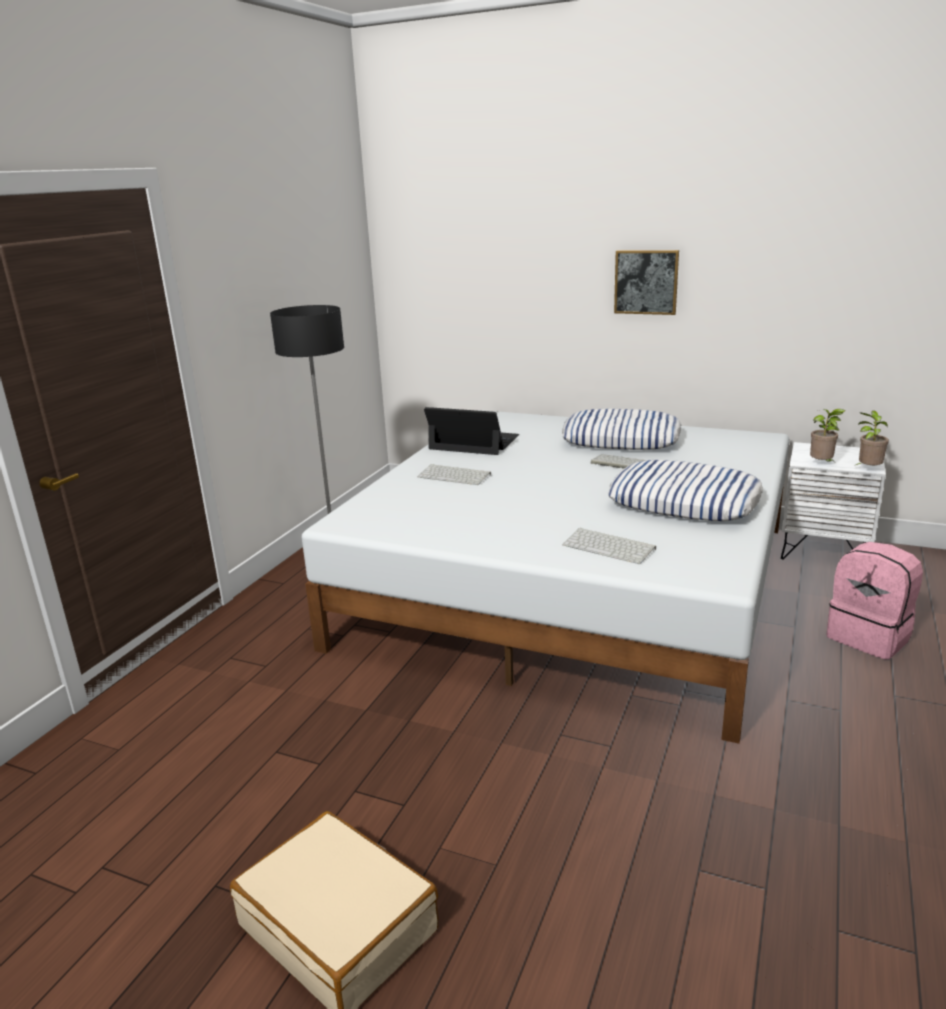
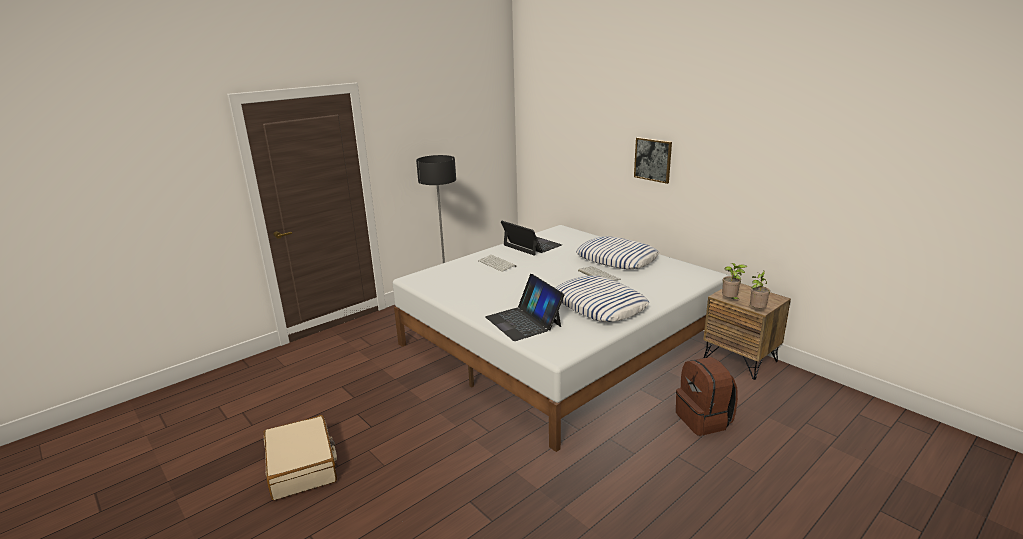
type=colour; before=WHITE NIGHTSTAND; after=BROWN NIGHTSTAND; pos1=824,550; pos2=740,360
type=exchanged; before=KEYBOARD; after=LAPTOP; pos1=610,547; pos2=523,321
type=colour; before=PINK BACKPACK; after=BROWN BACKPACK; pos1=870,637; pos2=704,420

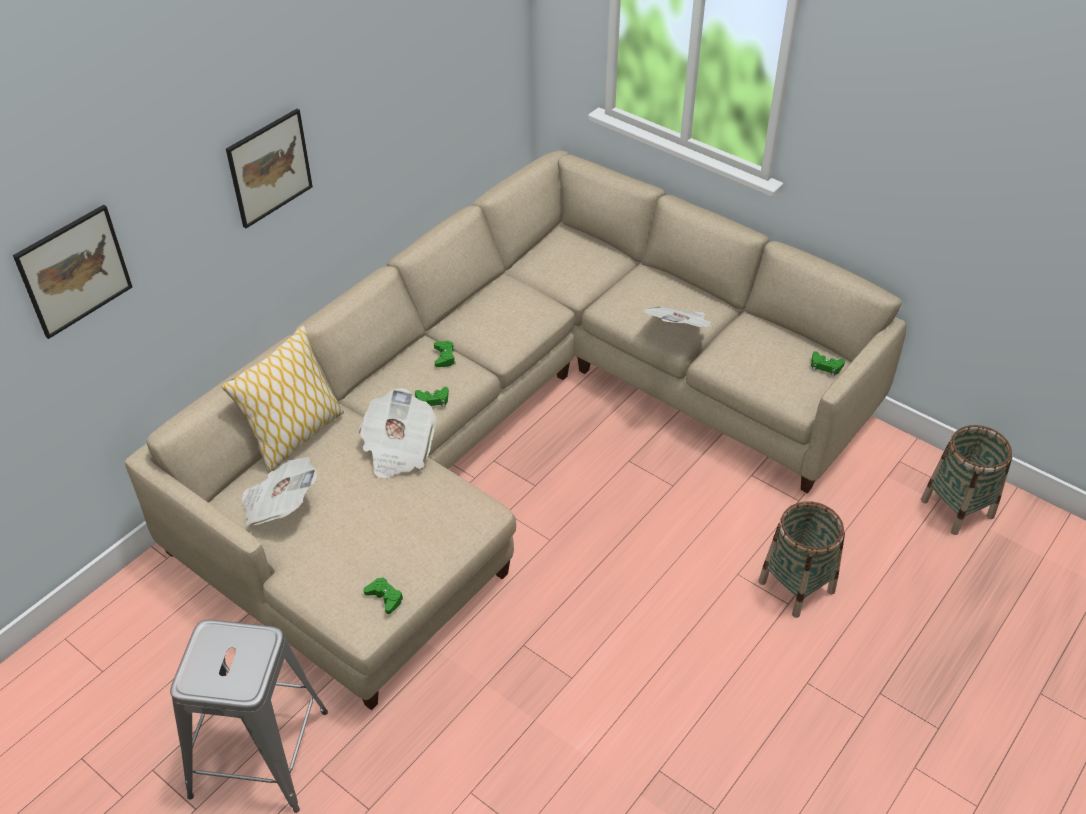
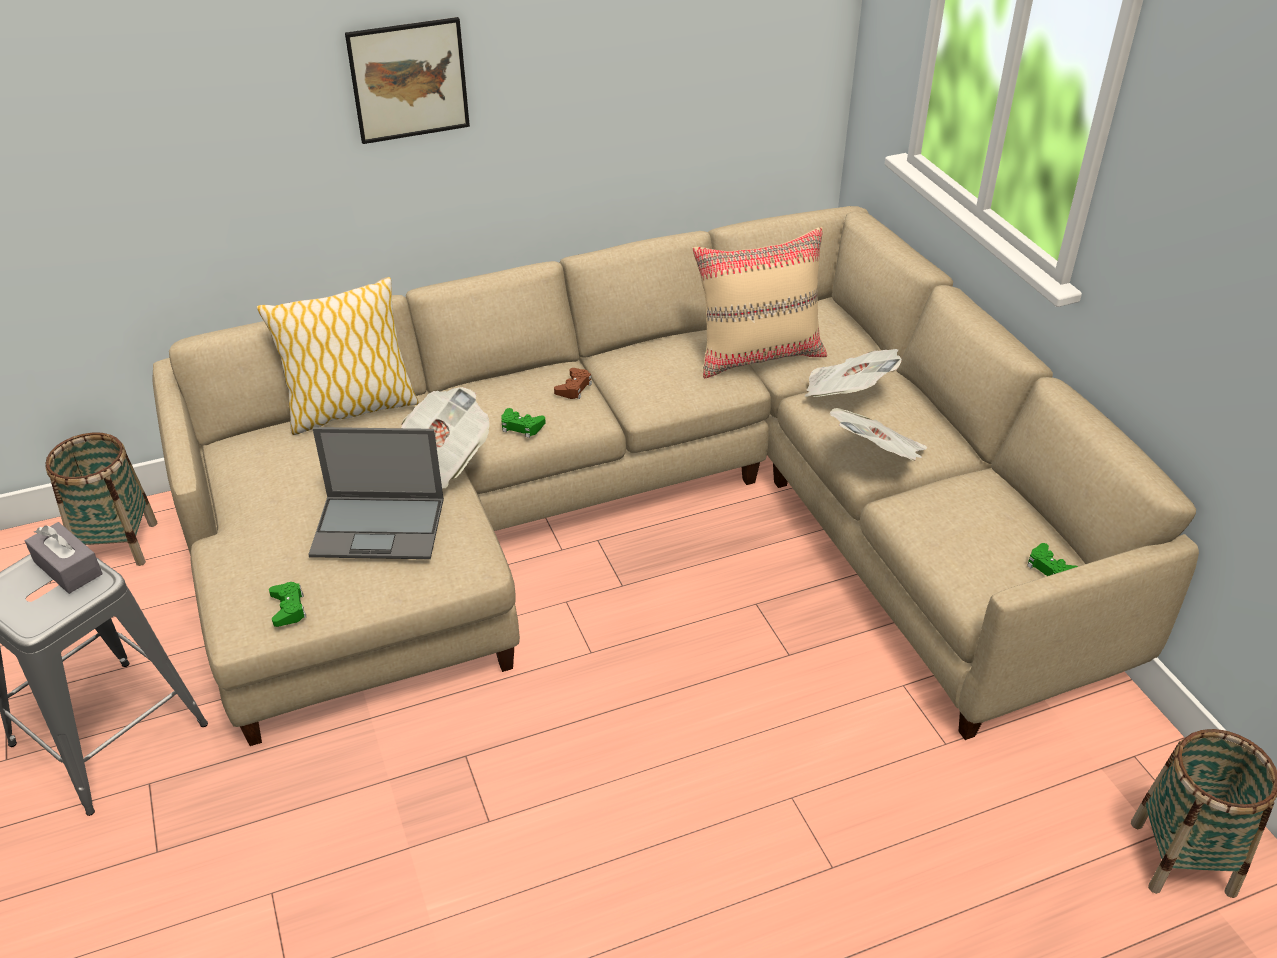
type=missing; before=PICTURE; pos1=74,271
type=colour; before=GREEN GAME CONTROLLER; after=BROWN GAME CONTROLLER; pos1=444,357; pos2=574,388
type=relocated; before=NEWSPAPER; pos1=280,505; pos2=847,393
type=relocated; before=BASKET; pos1=796,586; pos2=118,544
type=appeared; after=BEIGE PILLOW; pos2=758,355
type=appeared; after=LAPTOP; pos2=380,527
type=appeared; after=GREY TISSUE BOX; pos2=68,568

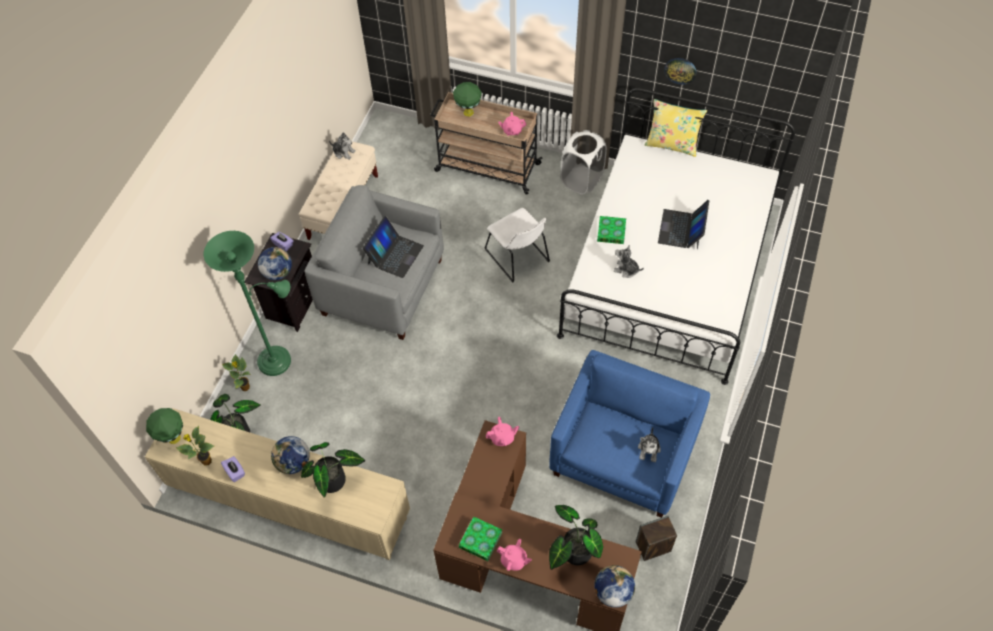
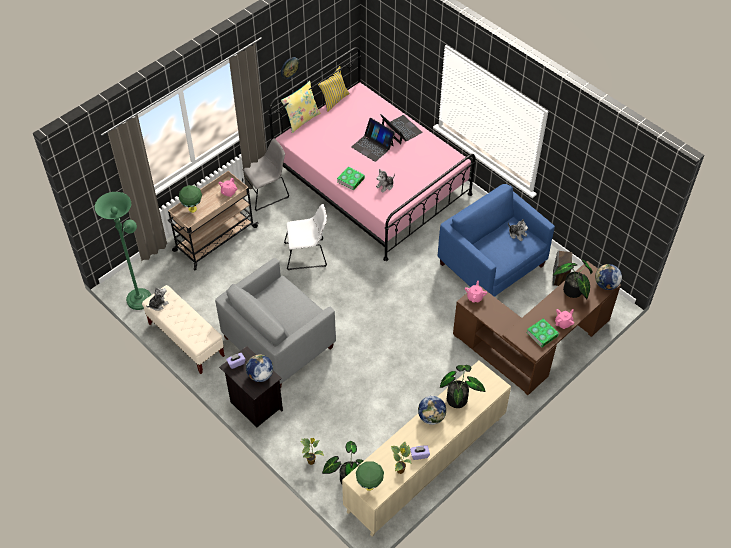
type=colour; before=WHITE BED; after=PINK BED; pos1=668,270; pos2=371,182
type=exchanged; before=WHITE LAUNDRY BASKET; after=GREY CHAIR; pos1=582,180; pos2=267,192
type=relocated; before=LAPTOP; pos1=395,254; pos2=401,130
type=relocated; before=GREEN FLOOR LAMP; pos1=279,359; pos2=140,296
type=appeared; after=YELLOW PILLOW; pos2=334,100

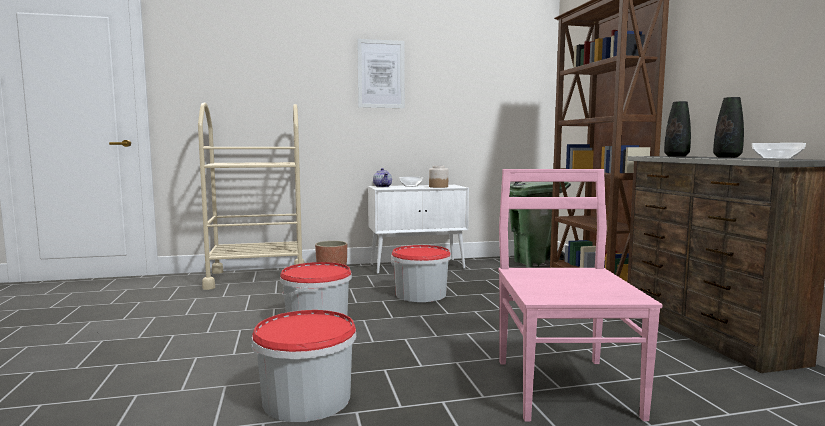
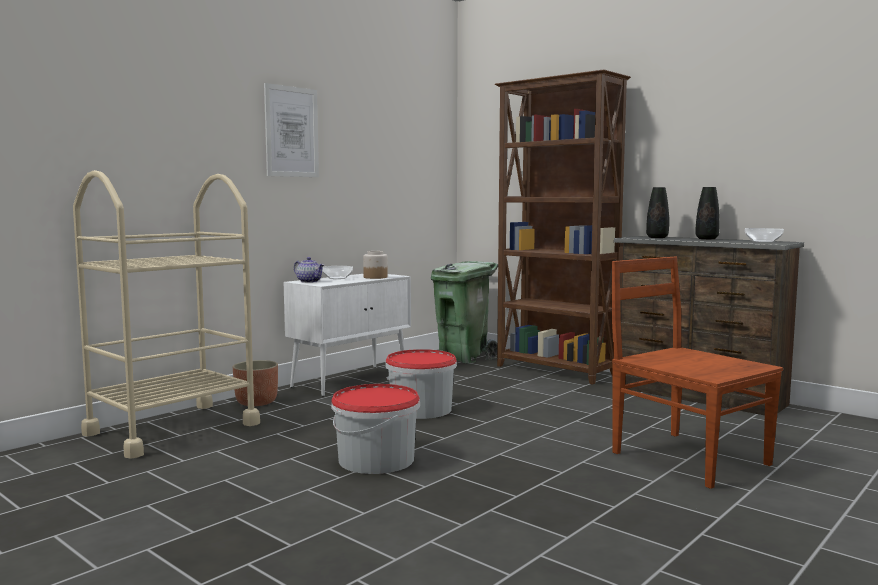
type=colour; before=PINK CHAIR; after=BROWN CHAIR; pos1=564,385; pos2=687,457
type=missing; before=BUCKET; pos1=307,399

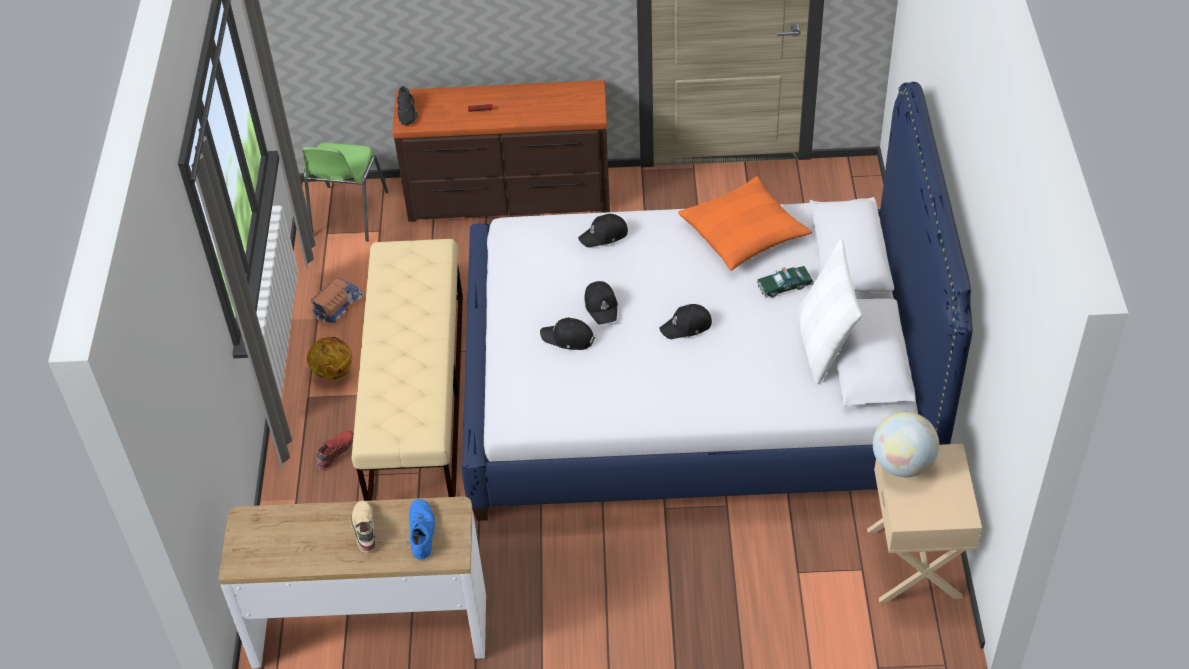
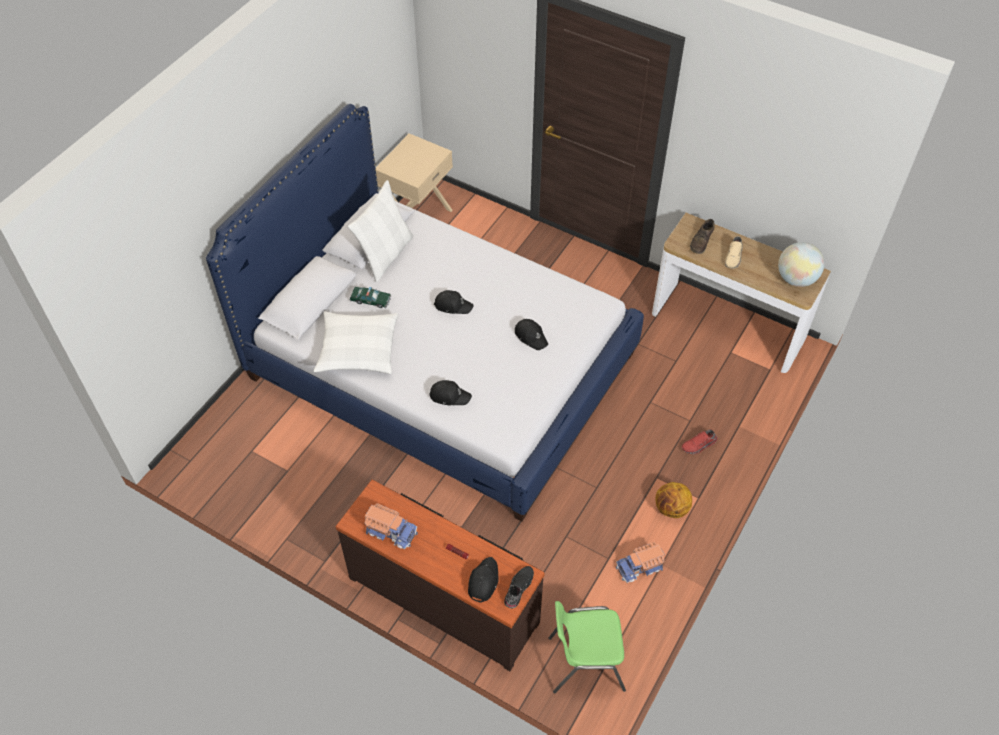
type=spun; before=GREEN CHAIR; pos1=348,214; pos2=585,662; turn=-135
type=colour; before=ORANGE PILLOW; after=WHITE PILLOW; pos1=743,233; pos2=358,349
type=missing; before=BEIGE BENCH; pos1=417,400
type=relocated; before=BLACK CAP; pos1=601,306; pos2=483,581
type=relocated; before=GLOBE; pos1=902,464; pos2=796,279
type=colour; before=BLUE SHOE; after=BROWN SHOE; pos1=421,532; pos2=701,241
type=appeared; after=TOY TRUCK; pos2=391,531

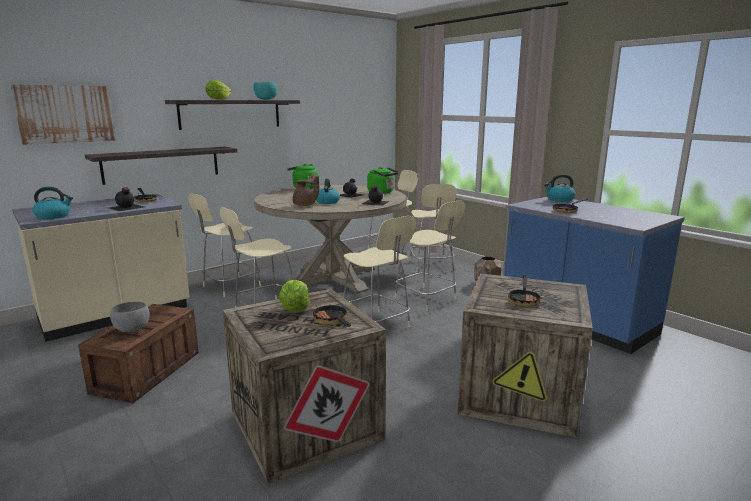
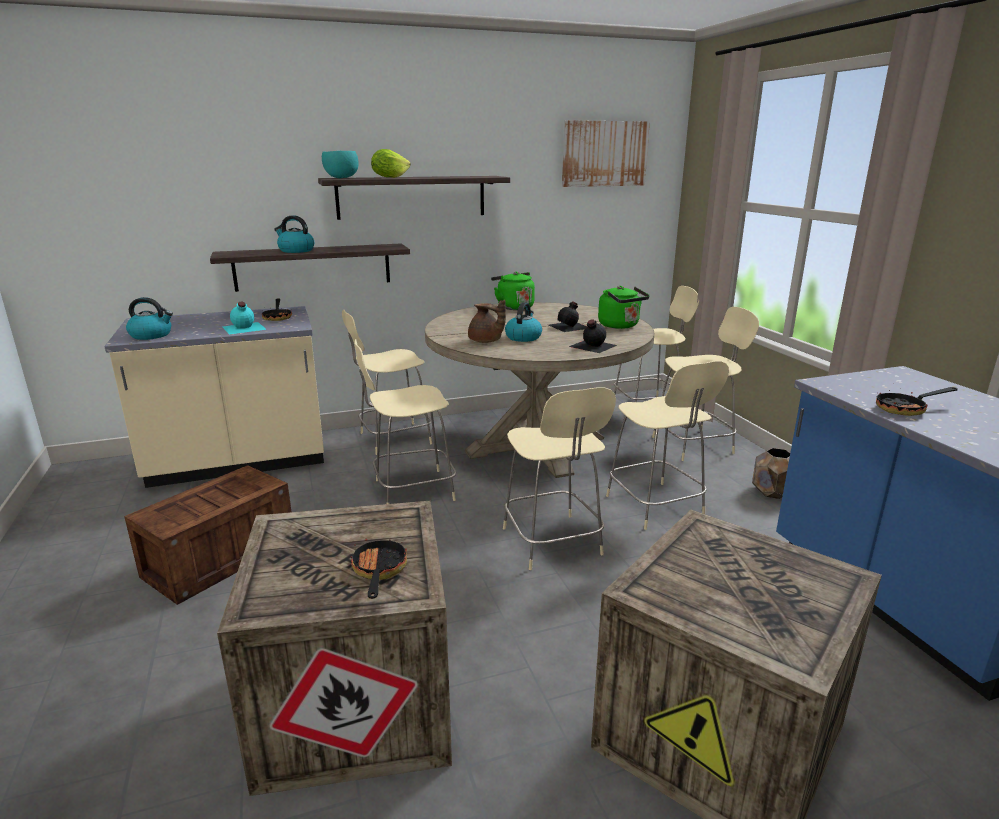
type=relocated; before=TURQUOISE BOWL; pos1=265,99; pos2=340,178
type=relocated; before=PICTURE; pos1=66,114; pos2=604,154
type=relocated; before=KETTLE; pos1=559,200; pos2=296,250
type=spun; before=BEIGE CHAIR; pos1=431,266; pos2=695,444; turn=-120
type=colour; before=BLACK BOTTLE; after=TURQUOISE BOTTLE; pos1=126,207; pos2=243,328
type=missing; before=FRYING PAN; pos1=524,300
type=missing; before=LETTUCE; pos1=294,309
type=missing; before=GREY BOWL; pos1=131,329

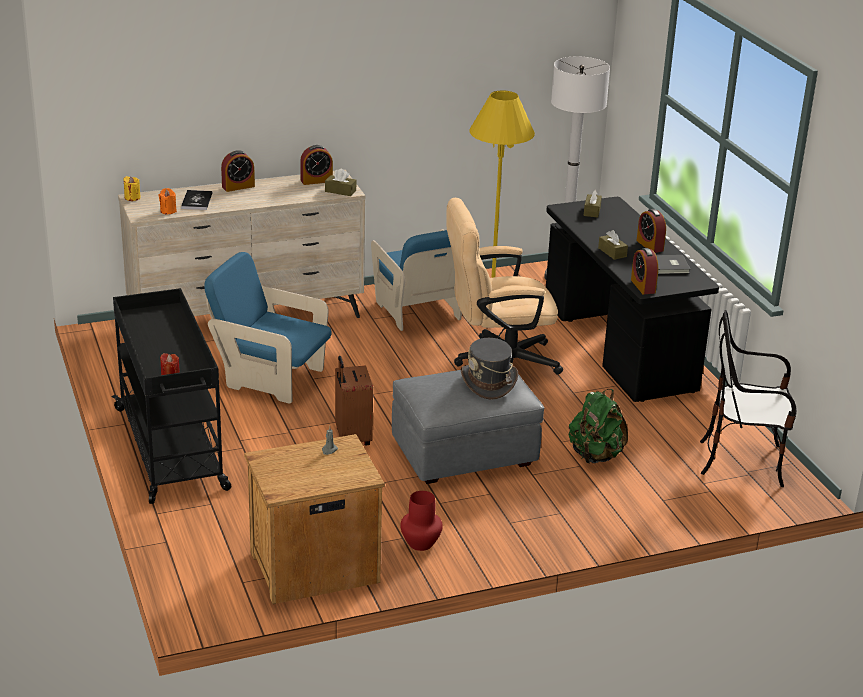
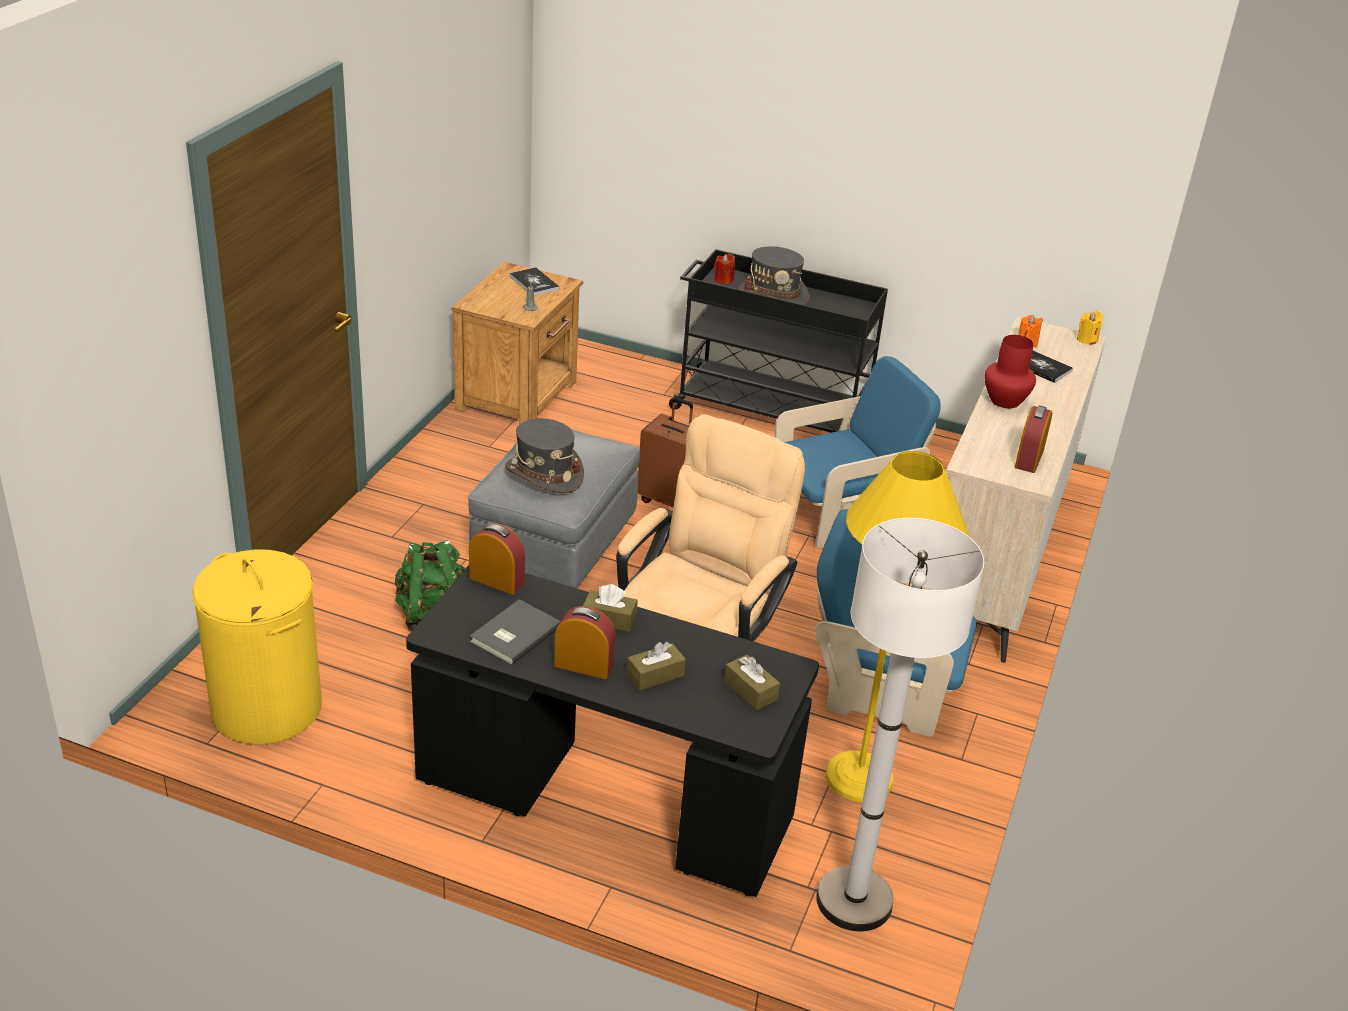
type=missing; before=ALARM CLOCK; pos1=238,186
type=relocated; before=BROWN TISSUE BOX; pos1=340,191; pos2=655,675
type=exchanged; before=CHAIR; after=YELLOW LAUNDRY BASKET; pos1=743,461; pos2=267,708
type=relocated; before=RED VASE; pos1=420,543; pos2=1005,400
type=appeared; after=GREY HAT; pos2=773,295
type=appeared; after=BOOK; pos2=534,283

